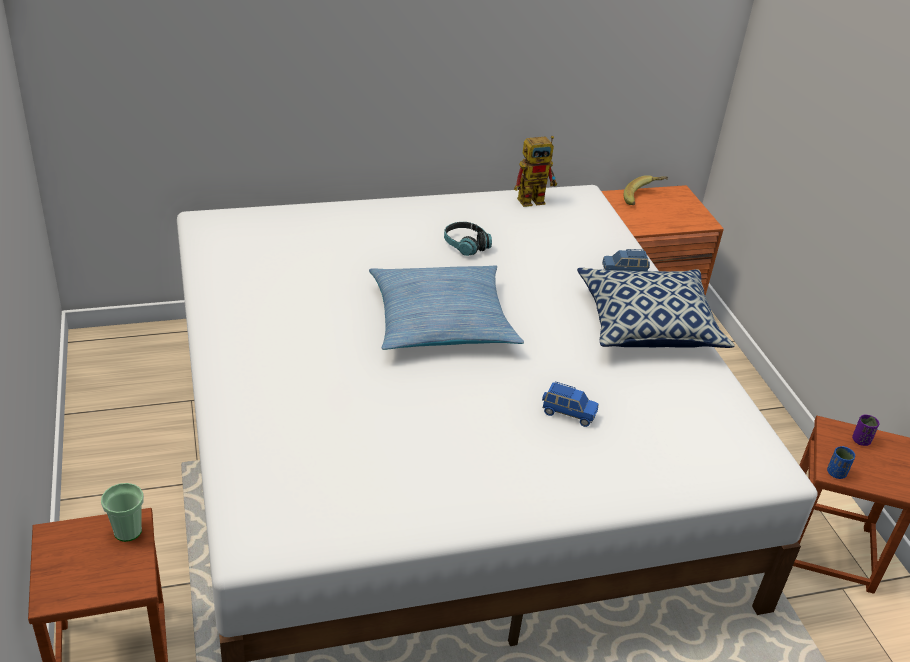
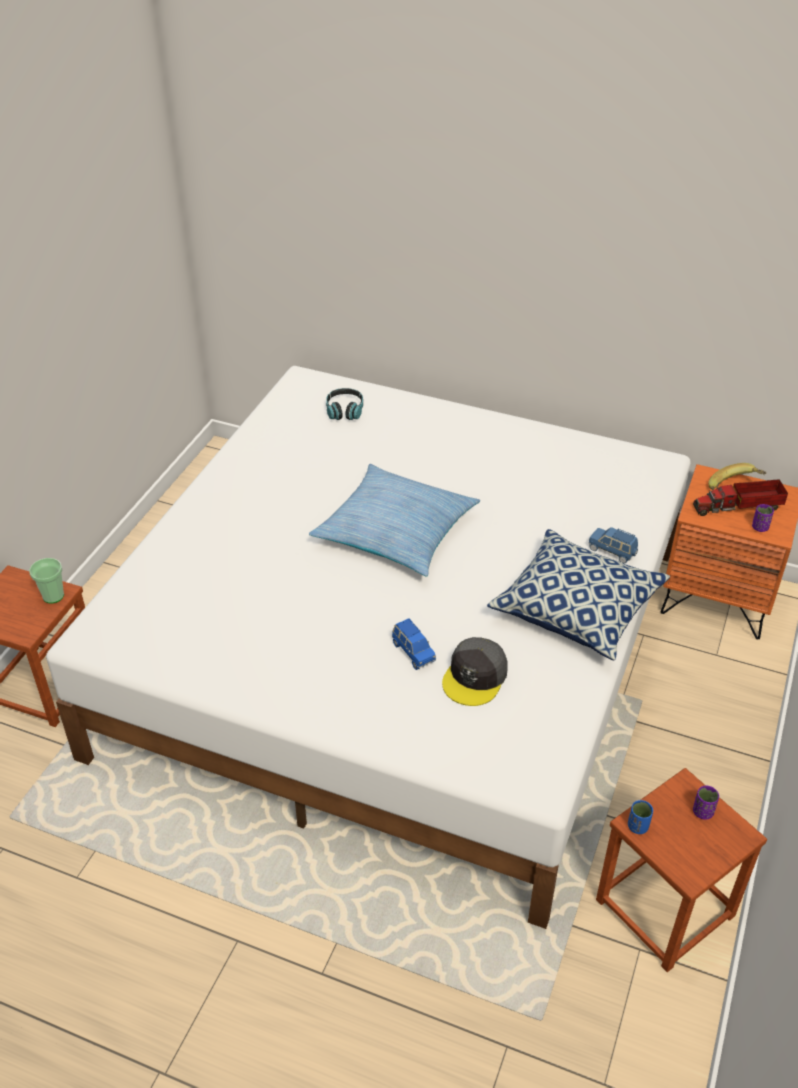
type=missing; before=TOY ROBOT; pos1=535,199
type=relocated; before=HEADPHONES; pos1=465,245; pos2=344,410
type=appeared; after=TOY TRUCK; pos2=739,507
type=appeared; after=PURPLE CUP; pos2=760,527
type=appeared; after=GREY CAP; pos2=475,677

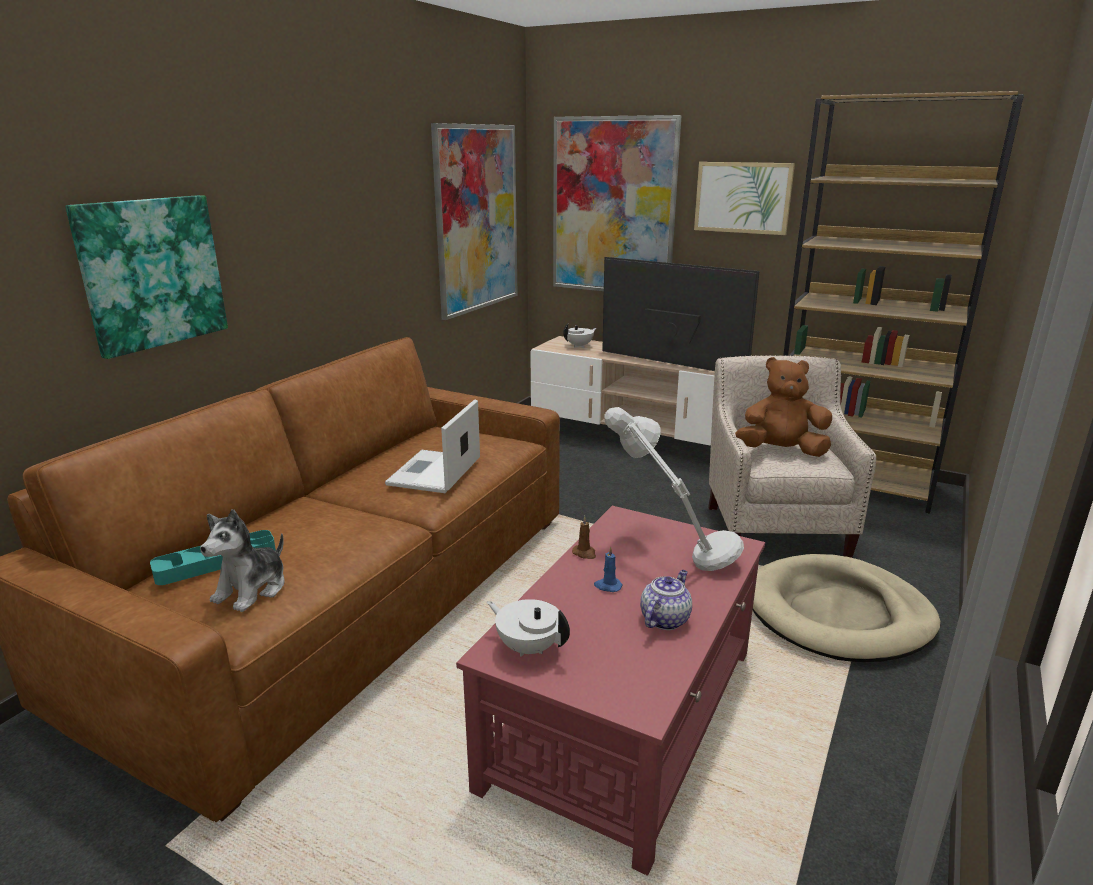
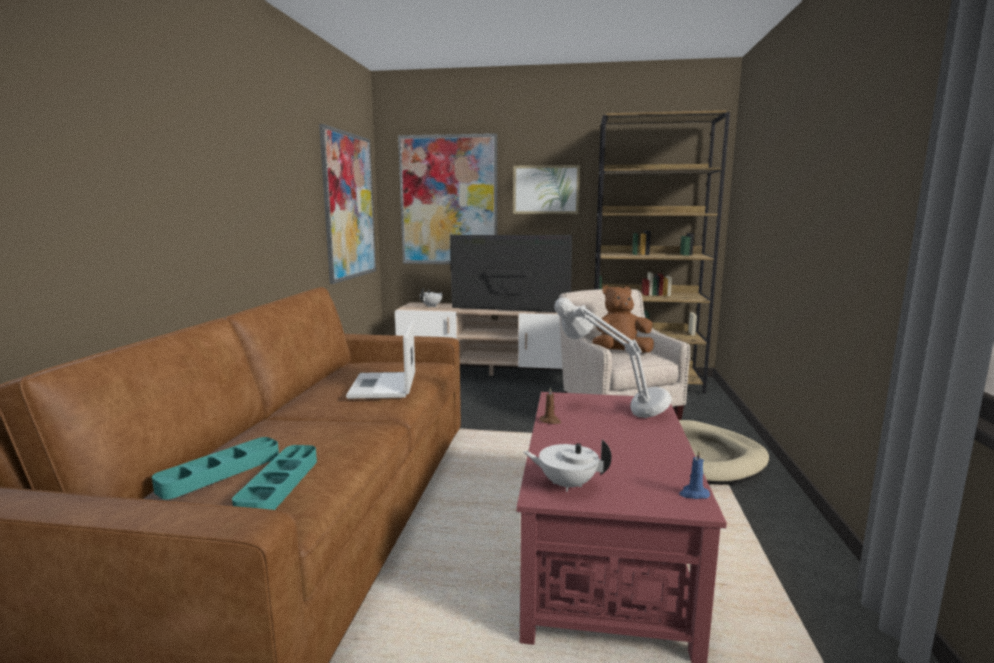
type=missing; before=PICTURE; pos1=151,273
type=exchanged; before=PLUSH TOY; after=TURQUOISE TRAY; pos1=252,589; pos2=279,485
type=relocated; before=BLUE CANDLE; pos1=607,586; pos2=693,494
type=missing; before=TEAPOT; pos1=664,619

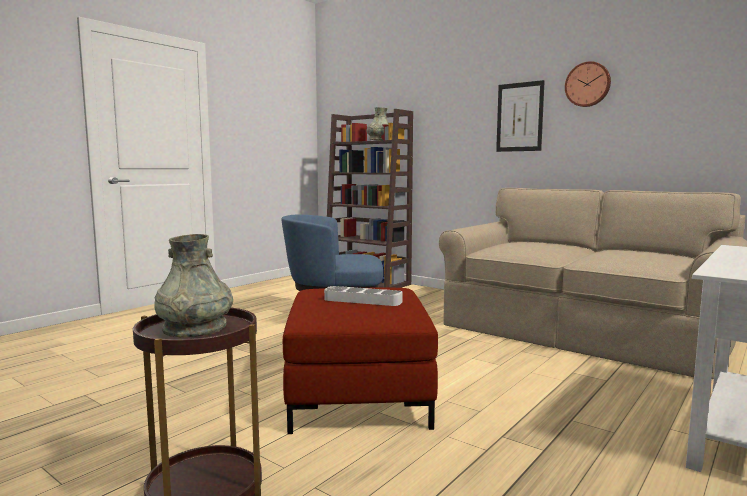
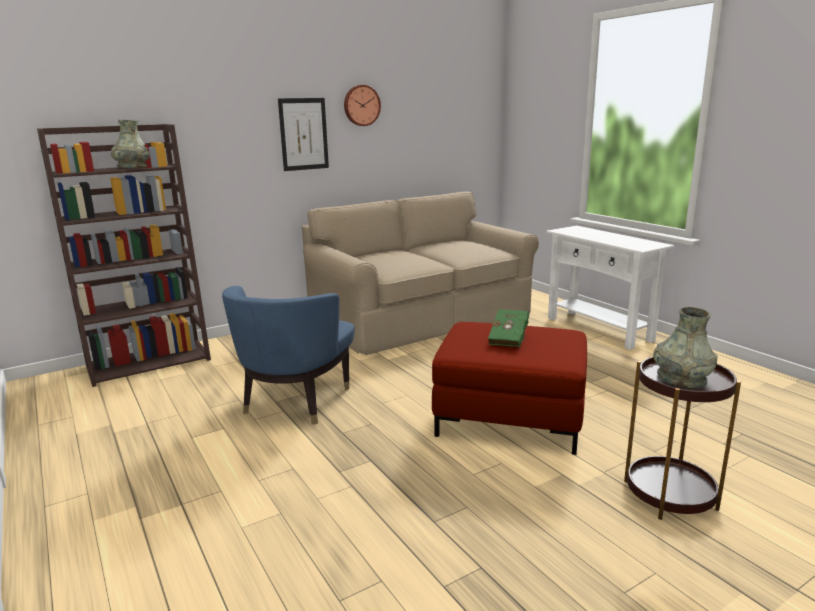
type=exchanged; before=GREY TRAY; after=GREEN BOOK; pos1=363,300; pos2=509,339

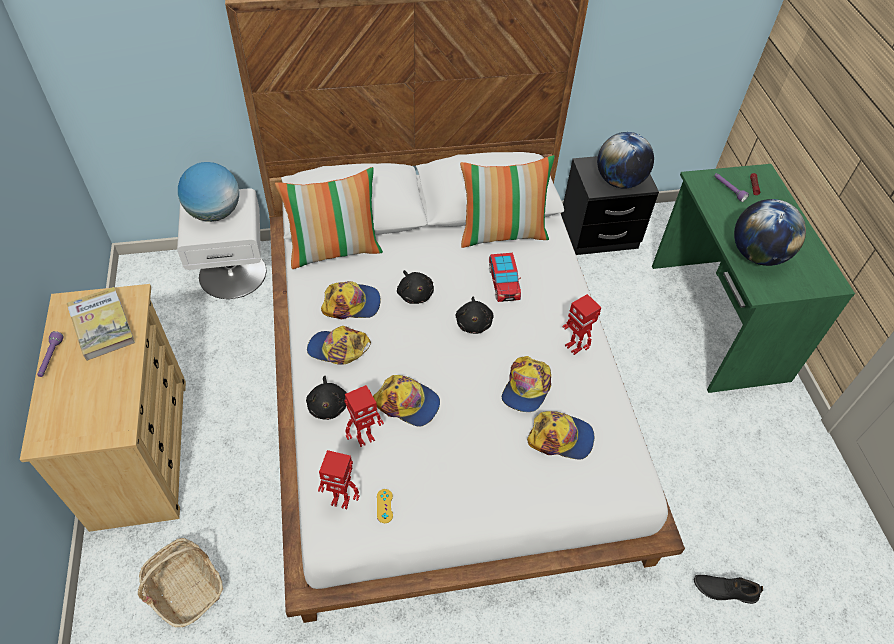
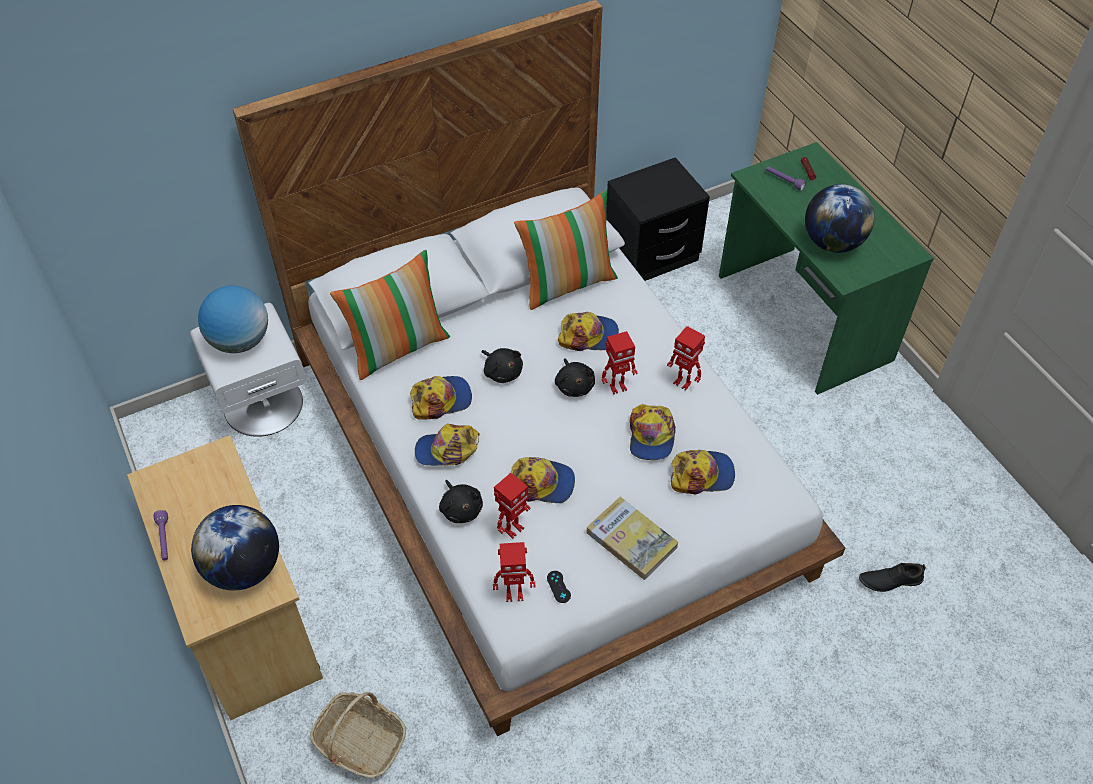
type=relocated; before=GLOBE; pos1=619,181; pos2=244,568
type=exchanged; before=TOY CAR; after=CAP; pos1=503,282; pos2=588,335
type=relocated; before=BOOK; pos1=102,325; pos2=631,540
type=colour; before=YELLOW GAME CONTROLLER; after=BLACK GAME CONTROLLER; pos1=384,506; pos2=558,587
type=appeared; after=TOY ROBOT; pos2=617,387

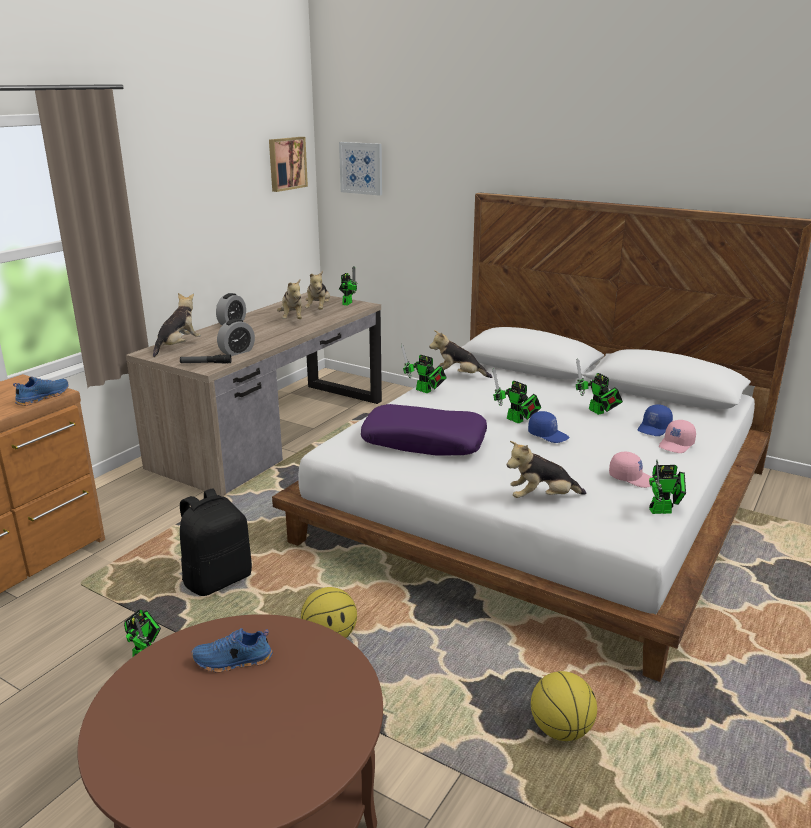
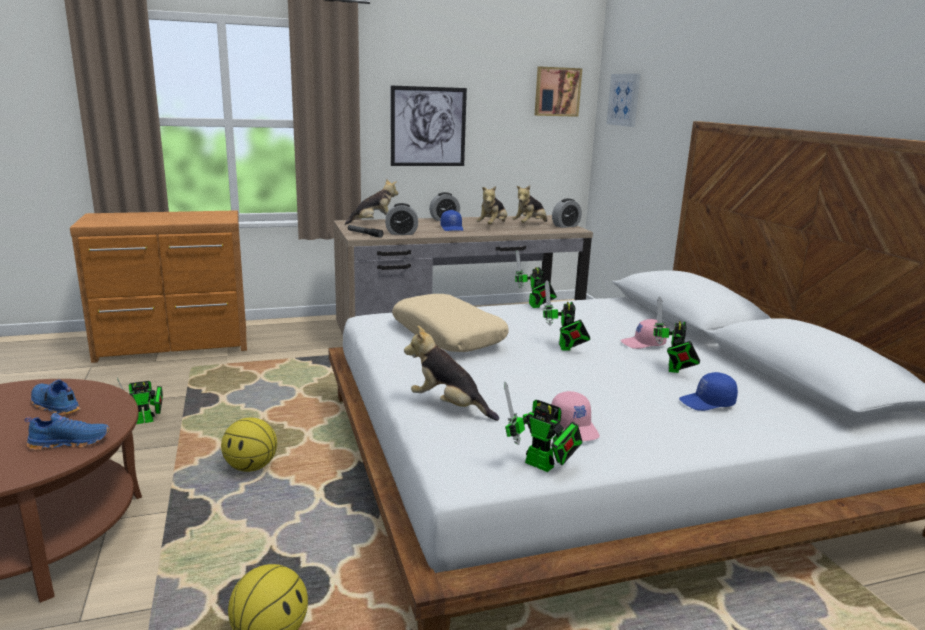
type=exchanged; before=TOY ROBOT; after=ALARM CLOCK; pos1=348,303; pos2=565,226
type=missing; before=PLUSH TOY; pos1=458,376
type=relocated; before=BLUE SHOE; pos1=42,397; pos2=70,442
type=colour; before=PURPLE PILLOW; after=BEIGE PILLOW; pos1=424,442; pos2=448,335
type=relocated; before=BLUE CAP; pos1=548,435; pos2=452,228
type=relocated; before=PINK CAP; pos1=676,445; pos2=643,343
type=missing; before=BLACK BACKPACK; pos1=218,579
type=appeared; after=PICTURE; pos2=428,127

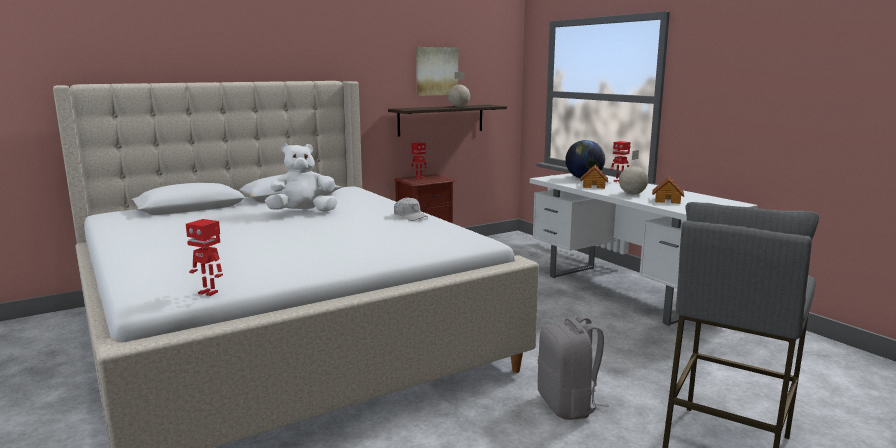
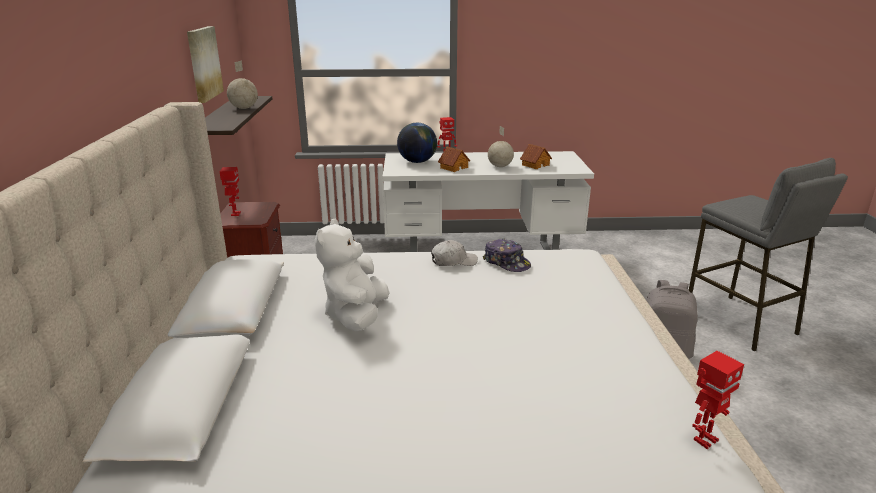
type=appeared; after=CAP; pos2=506,263

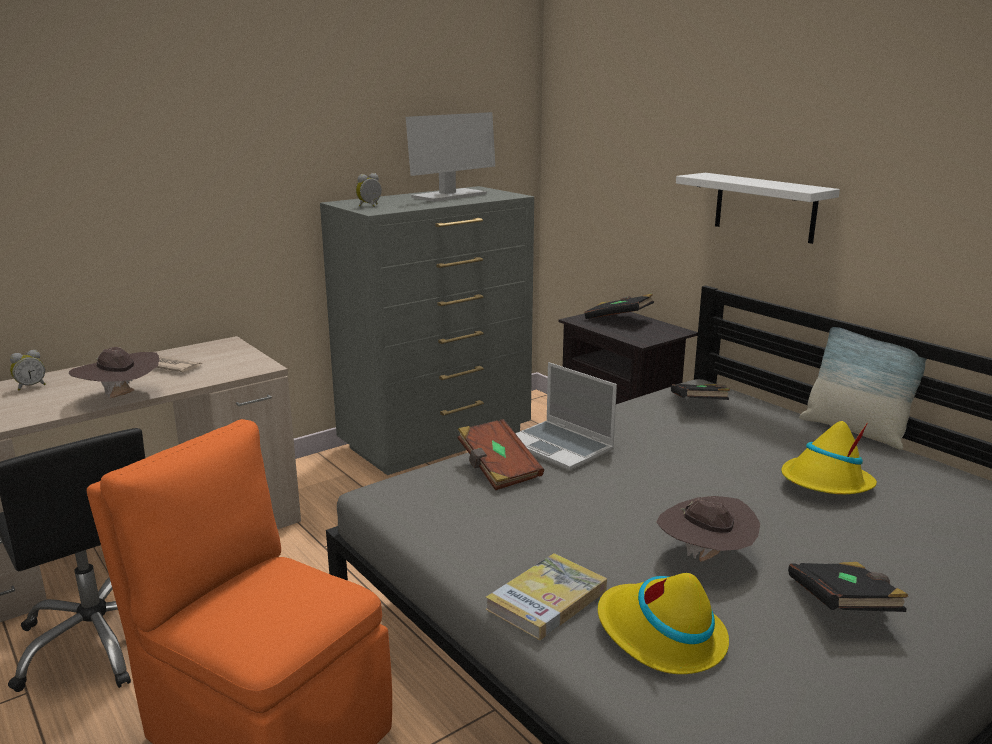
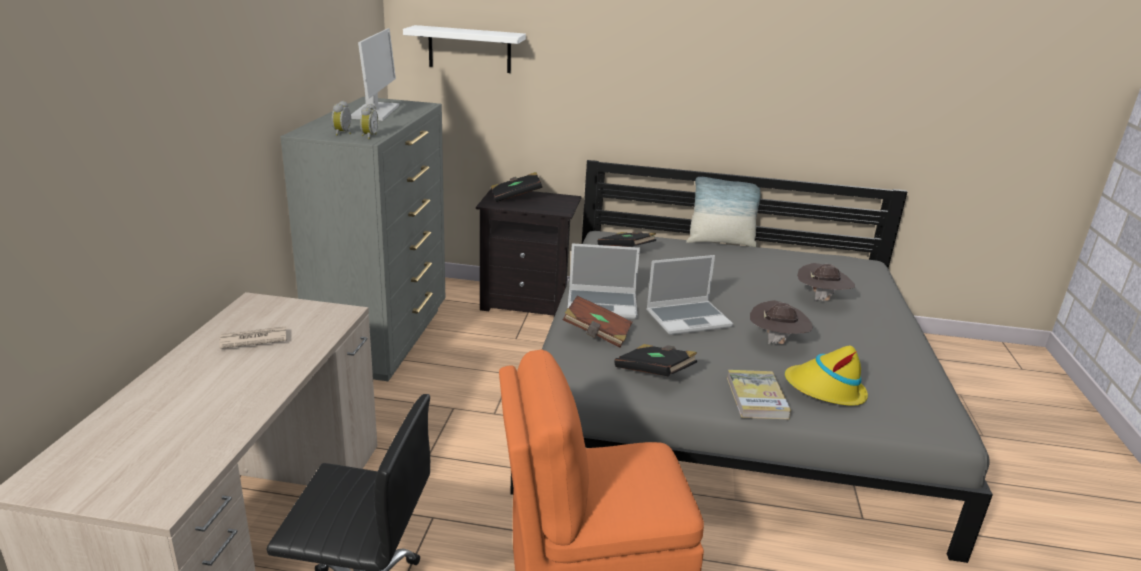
type=relocated; before=WHITE SHELF; pos1=765,207; pos2=469,49
type=relocated; before=BROWN HAT; pos1=120,398; pos2=821,299
type=relocated; before=ALARM CLOCK; pos1=30,386; pos2=368,136
type=missing; before=YELLOW HAT; pos1=825,483
type=relocated; before=BLACK BOOK; pos1=843,606; pos2=654,373
type=appeared; after=LAPTOP; pos2=688,318

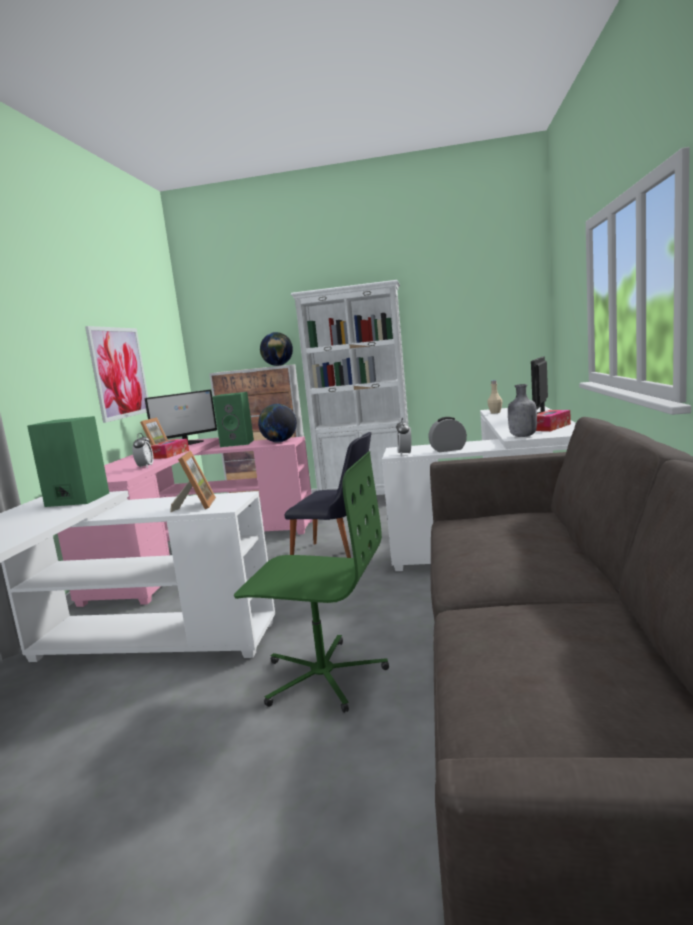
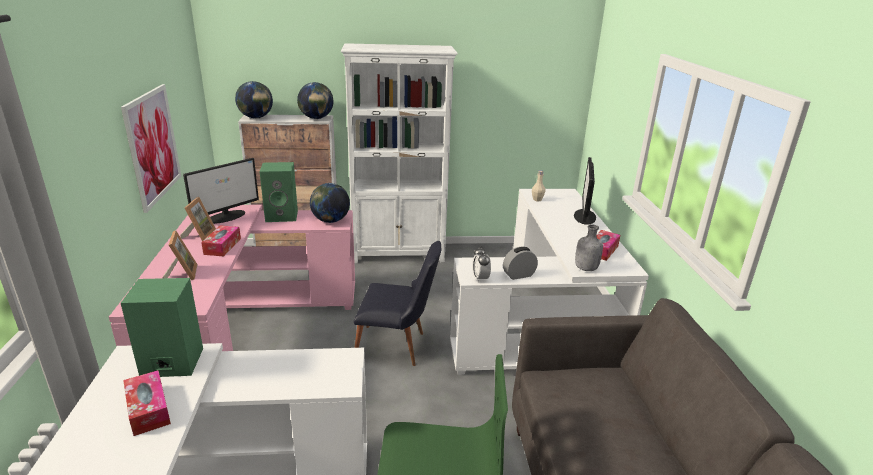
type=missing; before=ALARM CLOCK; pos1=145,467
type=relocated; before=PICTURE FRAME; pos1=196,505; pos2=182,274
type=appeared; after=GLOBE; pos2=256,118
type=appeared; after=TISSUE BOX; pos2=148,409

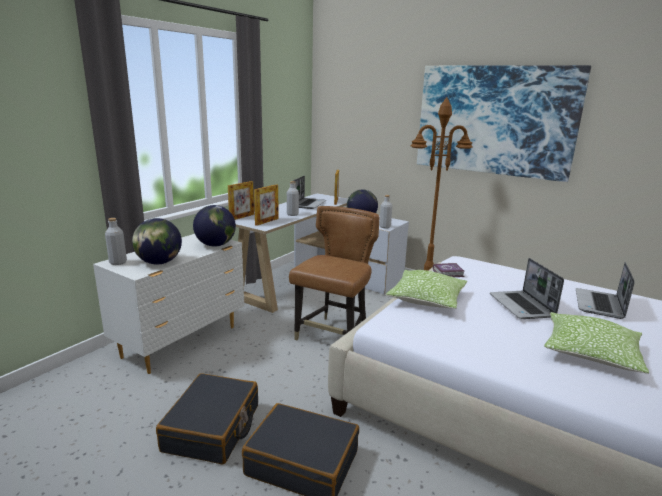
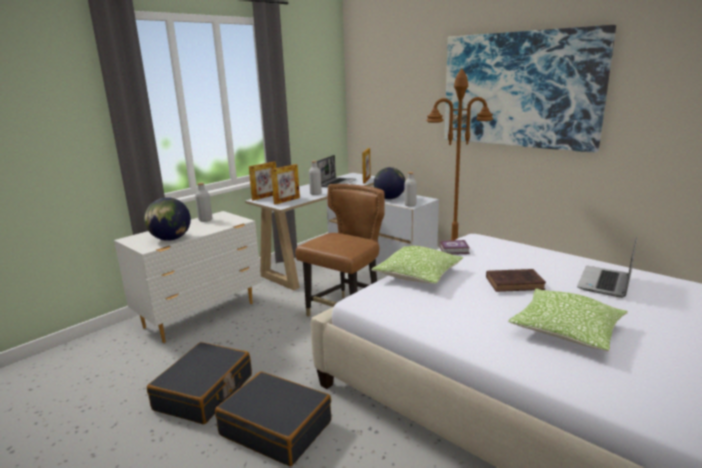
type=missing; before=GLOBE; pos1=216,245
type=relocated; before=GREY BOTTLE; pos1=118,262; pos2=205,220
type=exchanged; before=LAPTOP; after=BROWN BOOK; pos1=522,306; pos2=516,283

